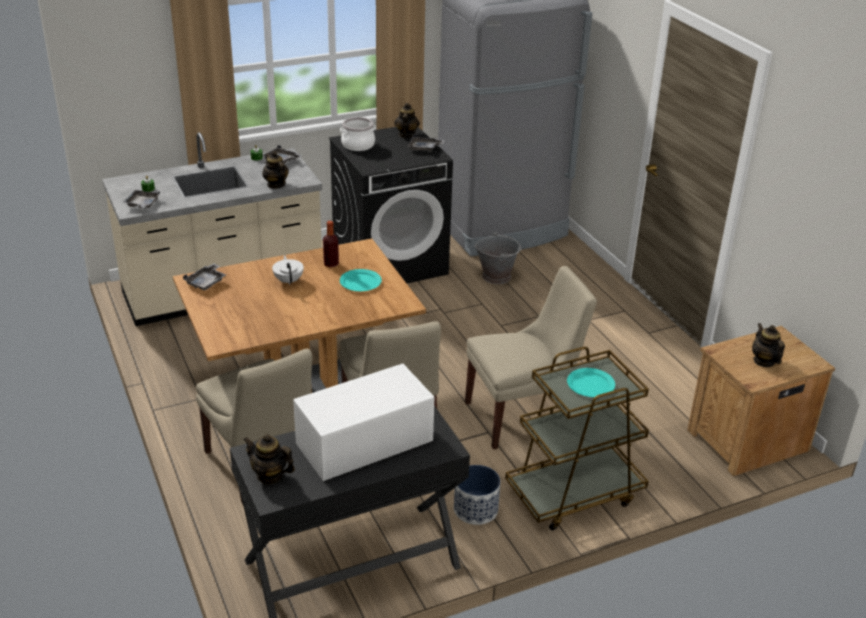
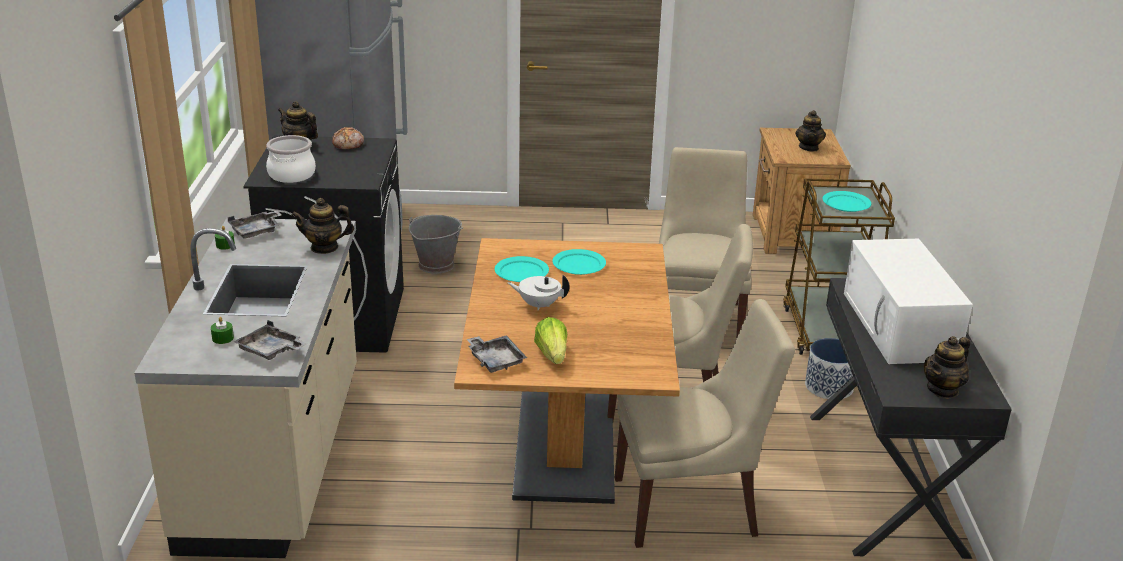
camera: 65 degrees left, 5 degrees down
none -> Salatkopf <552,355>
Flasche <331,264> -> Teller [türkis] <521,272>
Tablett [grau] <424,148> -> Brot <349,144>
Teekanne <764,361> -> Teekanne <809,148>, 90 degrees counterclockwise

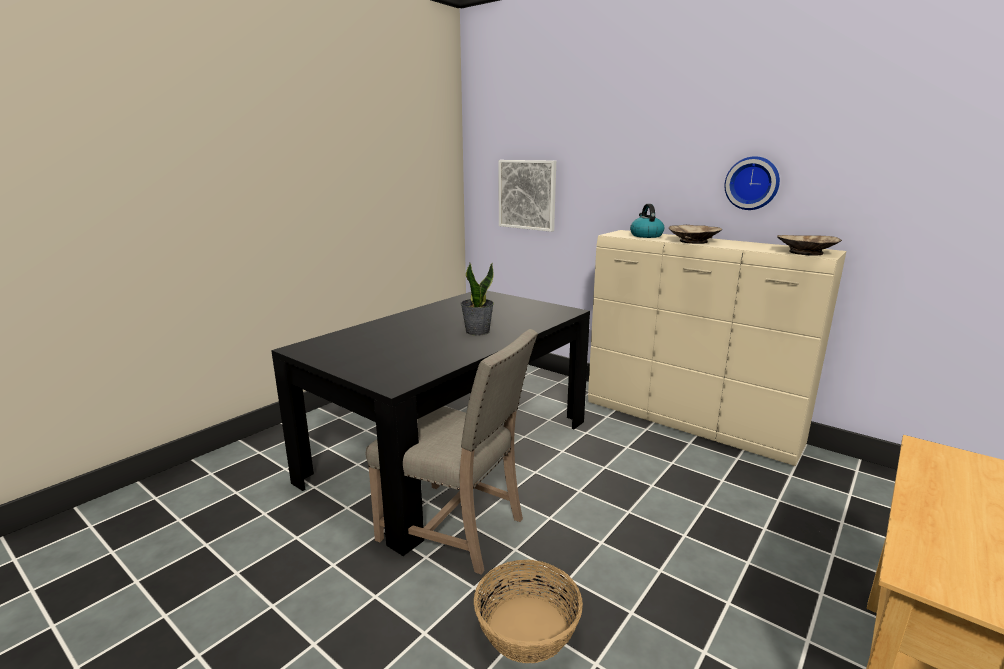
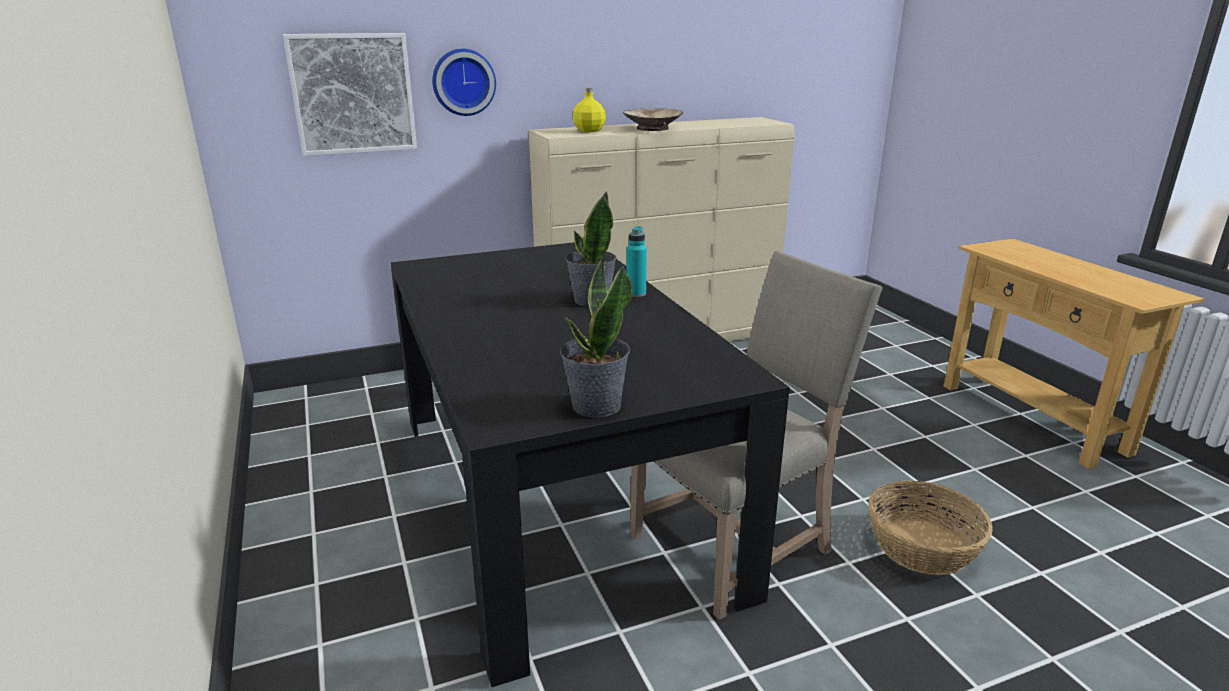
camera: 60 degrees left, 5 degrees up
Schüssel [beige] <806,252> -> none
none -> Topfpflanze <595,406>
none -> Flasche [türkis] <636,294>
Wanduhr <752,183> -> Wanduhr <463,82>, relocated
Wasserkessel <646,235> -> Flasche [gelb] <589,130>

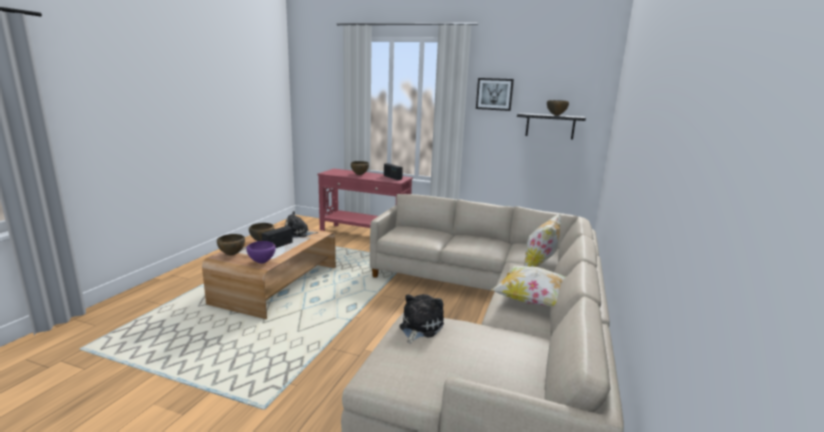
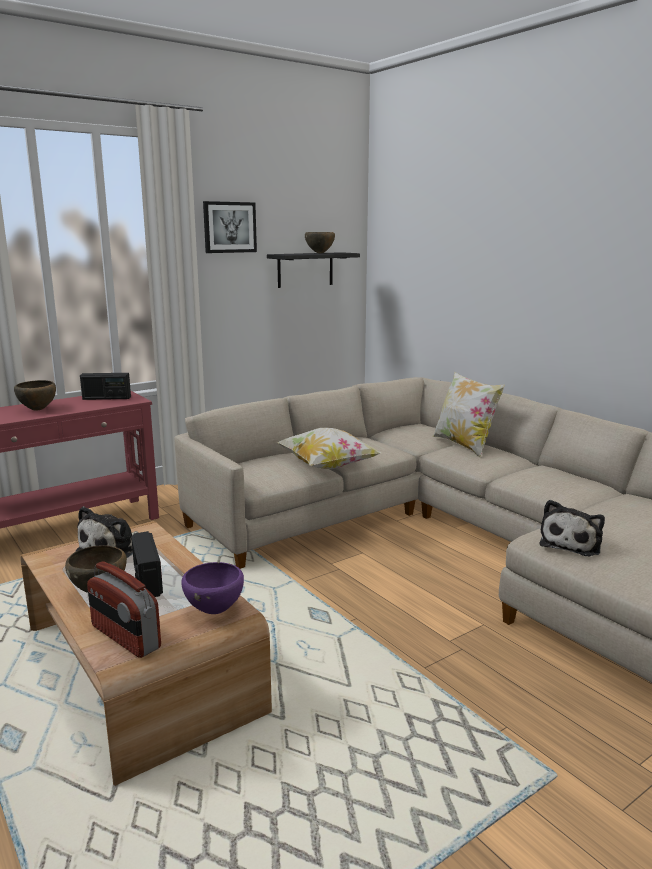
camera: 55 degrees left, 0 degrees up
Kissen <531,300> -> Kissen <327,467>, relocated
Schüssel [braun] <232,254> -> Radio <125,637>
Plüschtier <419,327> -> Plüschtier <571,543>, 120 degrees counterclockwise

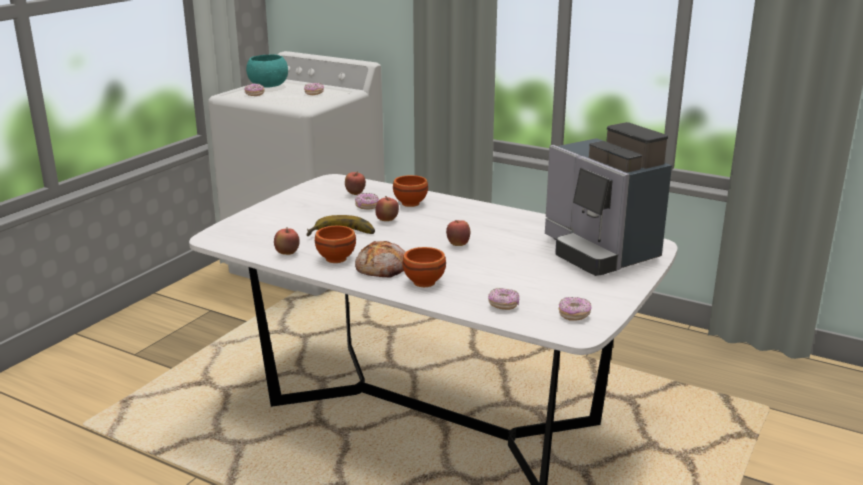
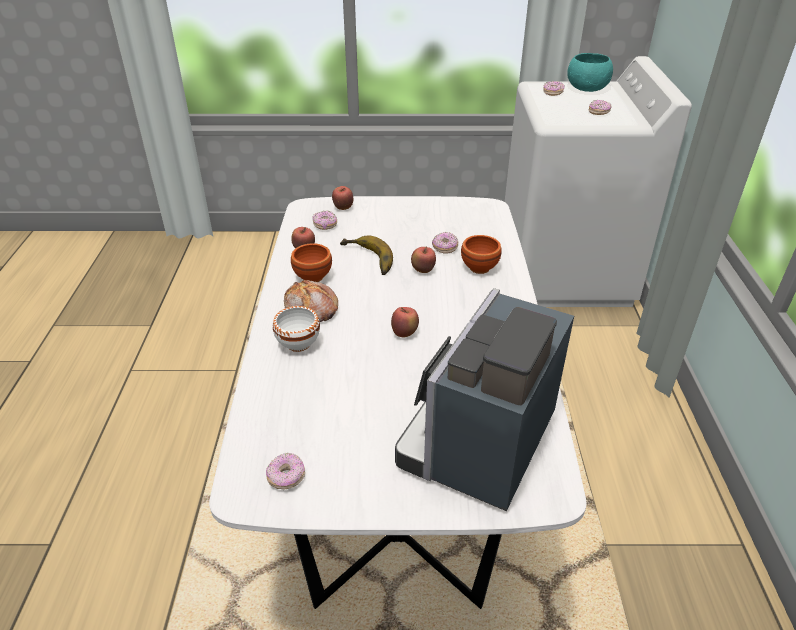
camera: 60 degrees right, 15 degrees up
Apfel <355,194> -> Apfel <343,208>, relocated
Donut <503,305> -> Donut <325,225>, relocated
Schüssel [braun] <425,282> -> Schüssel [weiß] <300,344>

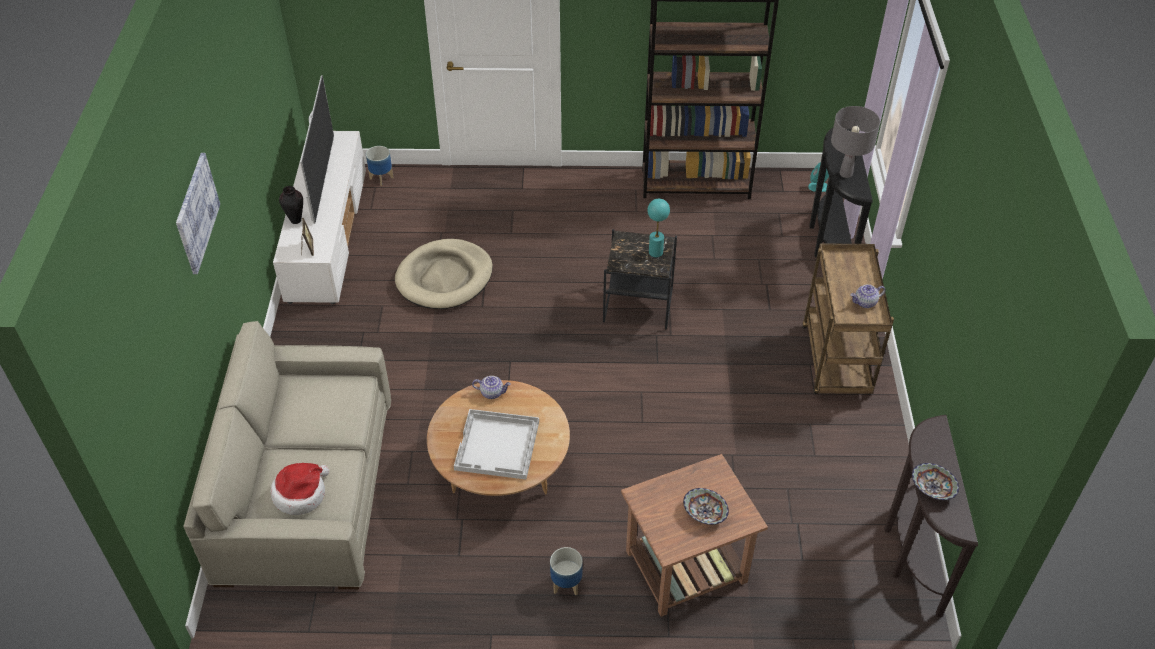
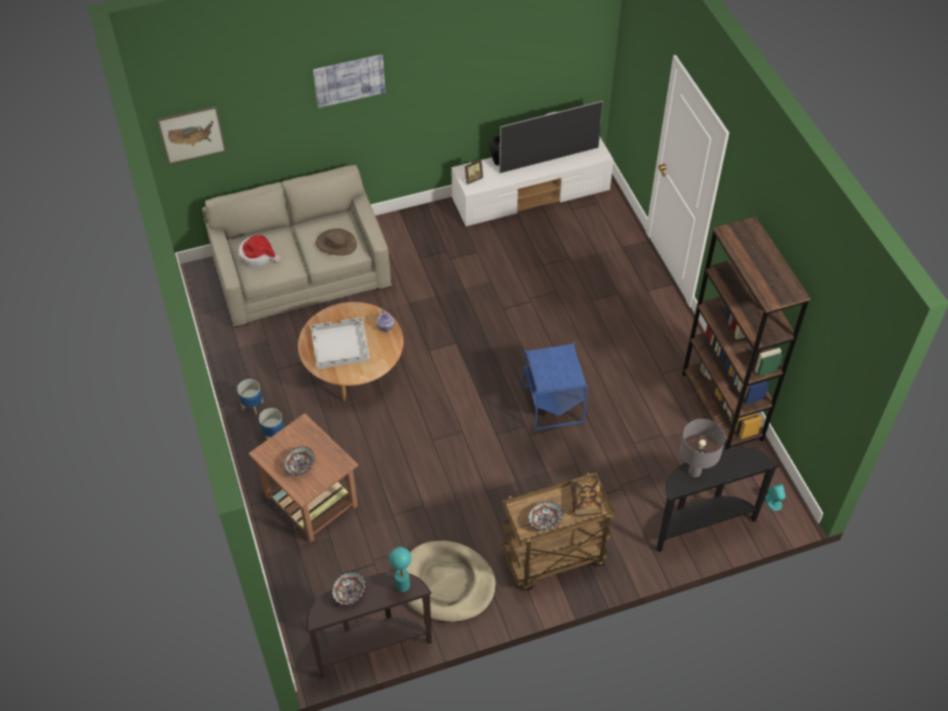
camera: 70 degrees right, 5 degrees up
none -> Bild <192,135>
none -> Hut [braun] <336,244>
none -> Buch <586,502>
Pflanzkübel <381,178> -> Pflanzkübel <252,406>, relocated
Hundebett [beige] <445,278> -> Hundebett [beige] <447,584>, relocated
Tischlampe [türkis] <655,252> -> Tischlampe [türkis] <402,585>, relocated
Teekanne <865,303> -> Schüssel <545,521>
Beistelltisch [schwarz] <638,305> -> Beistelltisch [blau] <552,405>

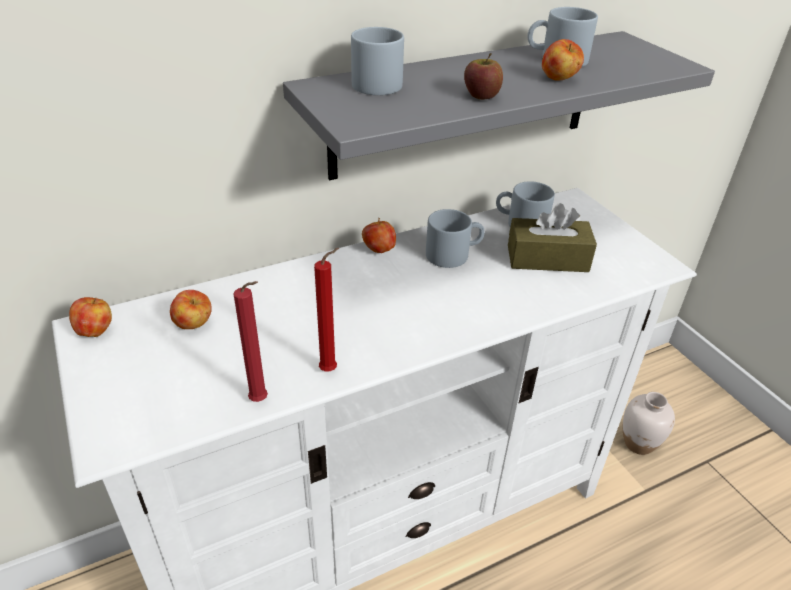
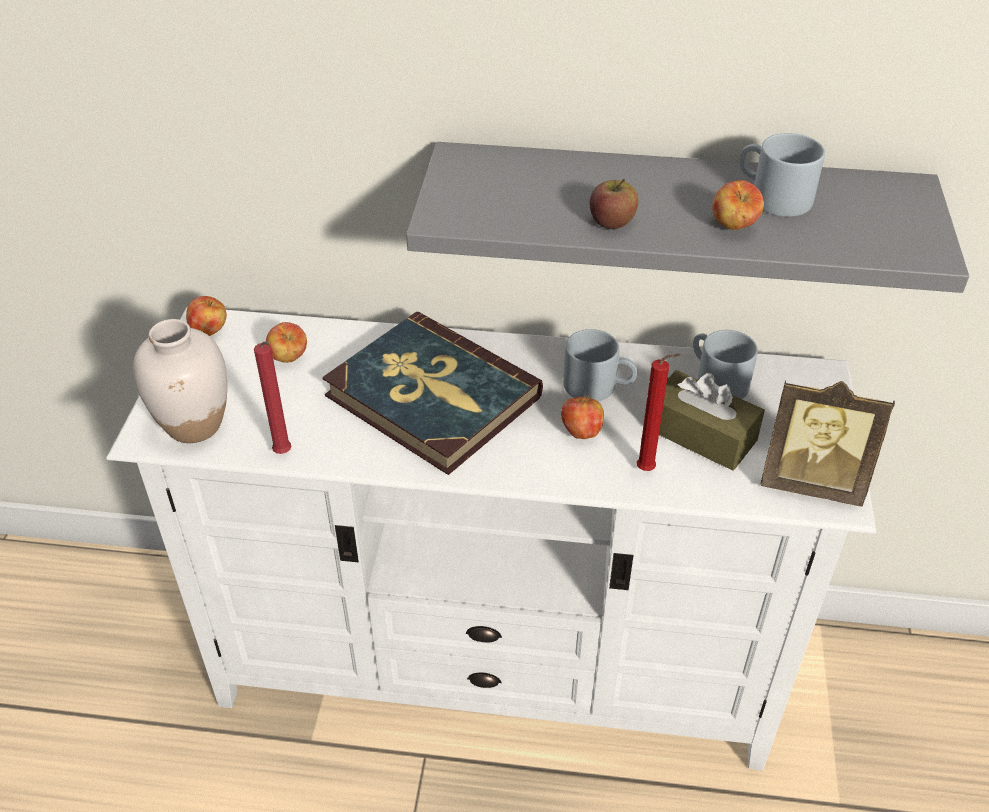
camera: 35 degrees right, 5 degrees up
Henkelbecher [grau] <372,82> -> none
none -> Buch <432,397>
none -> Bilderrahmen <811,483>
Kerze [rot] <331,370> -> Kerze [rot] <648,470>, relocated
Apfel <379,250> -> Apfel <581,432>, relocated
Vase [weiß] <638,443> -> Vase [weiß] <195,425>, relocated

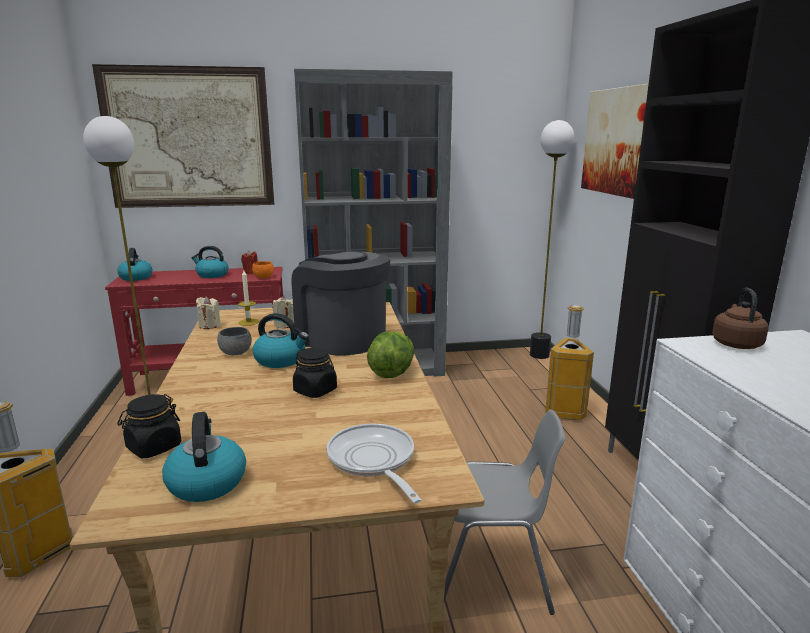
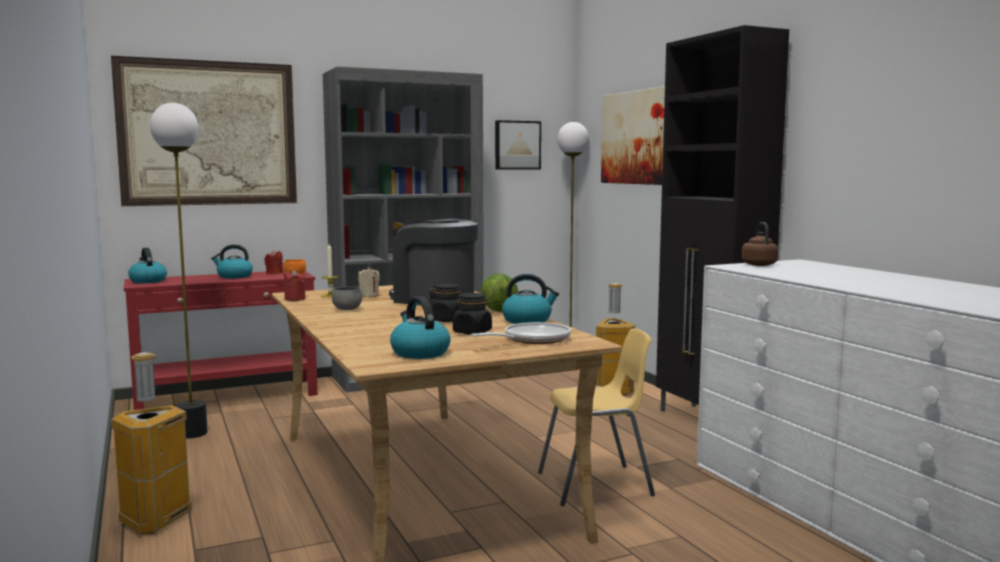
camera: 15 degrees left, 10 degrees down
none -> Bild <517,145>
Vorratsglas [schwarz] <154,447> -> Vorratsglas [schwarz] <472,332>, relocated
Wasserkessel <281,360> -> Wasserkessel <527,320>, relocated
Kerze [beige] <209,325> -> Kerze [rot] <295,299>
Stuhl [grau] <491,577> -> Stuhl [gelb] <596,484>
Pfanne <373,461> -> Pfanne <532,340>, 90 degrees clockwise

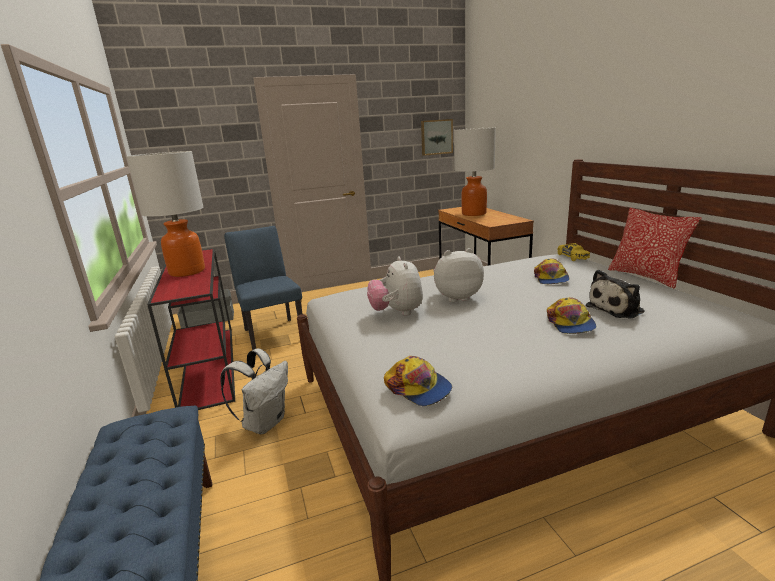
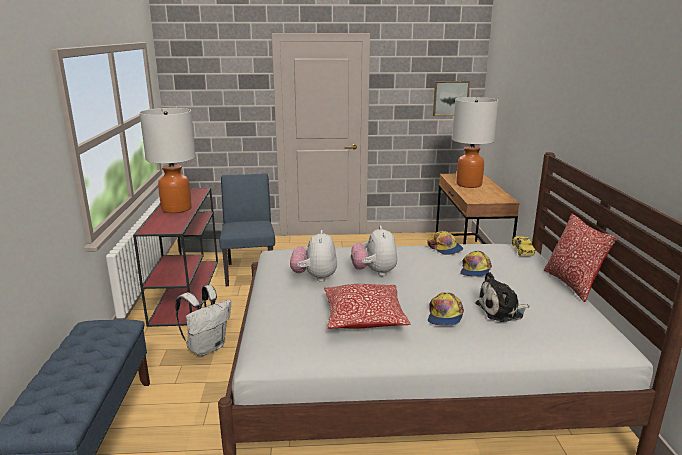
camera: 15 degrees right, 0 degrees up
none -> Kissen <364,318>
Kappe <418,388> -> Kappe <445,248>, relocated
Plüschtier <456,297> -> Plüschtier <374,272>, 105 degrees counterclockwise

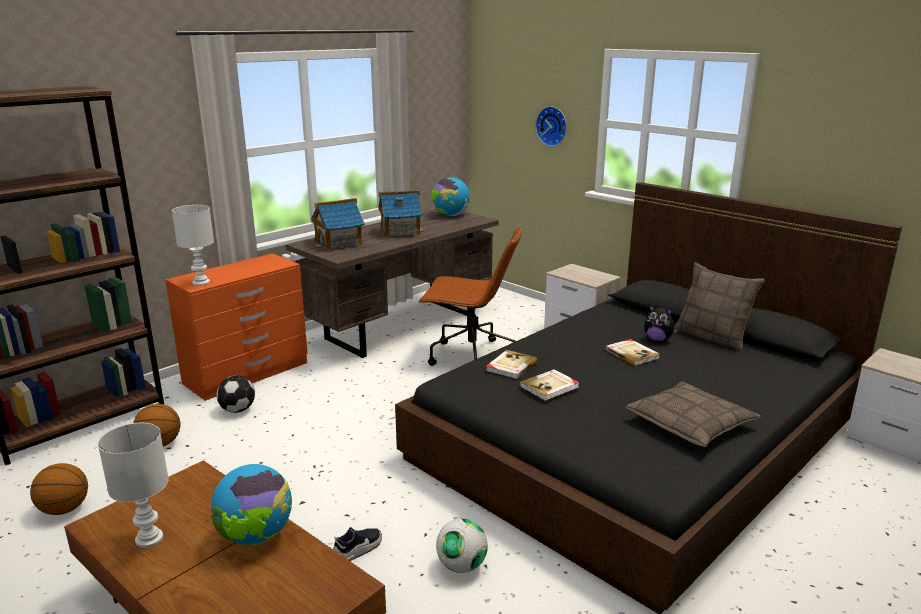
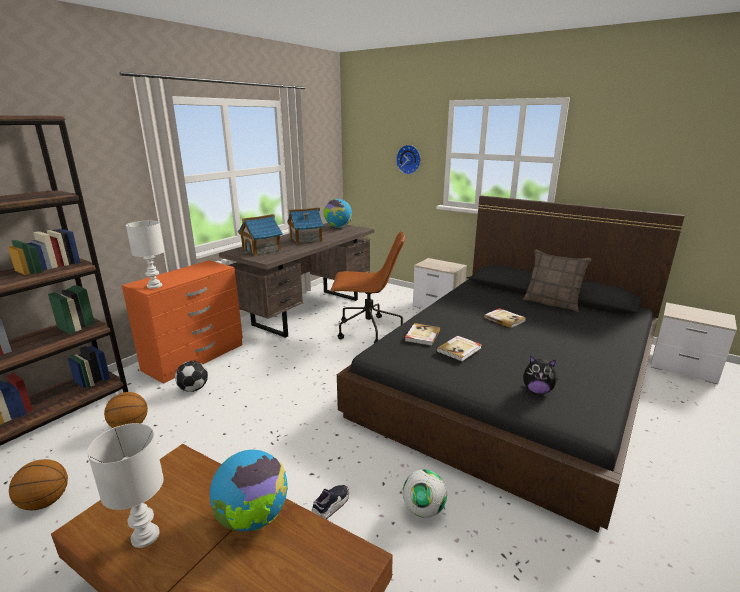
camera: 10 degrees left, 0 degrees up
Kissen <690,424> -> none
Plüschtier <658,339> -> Plüschtier <537,390>, relocated

